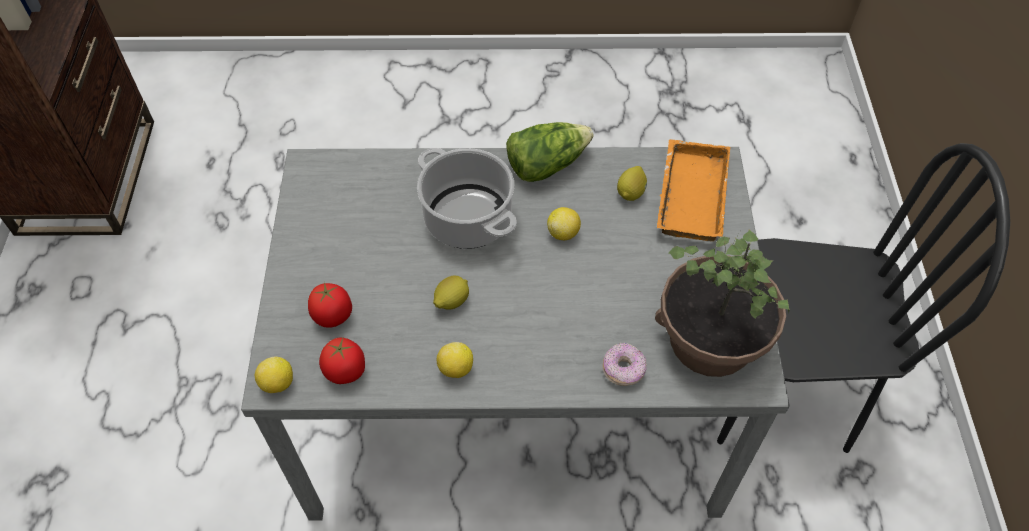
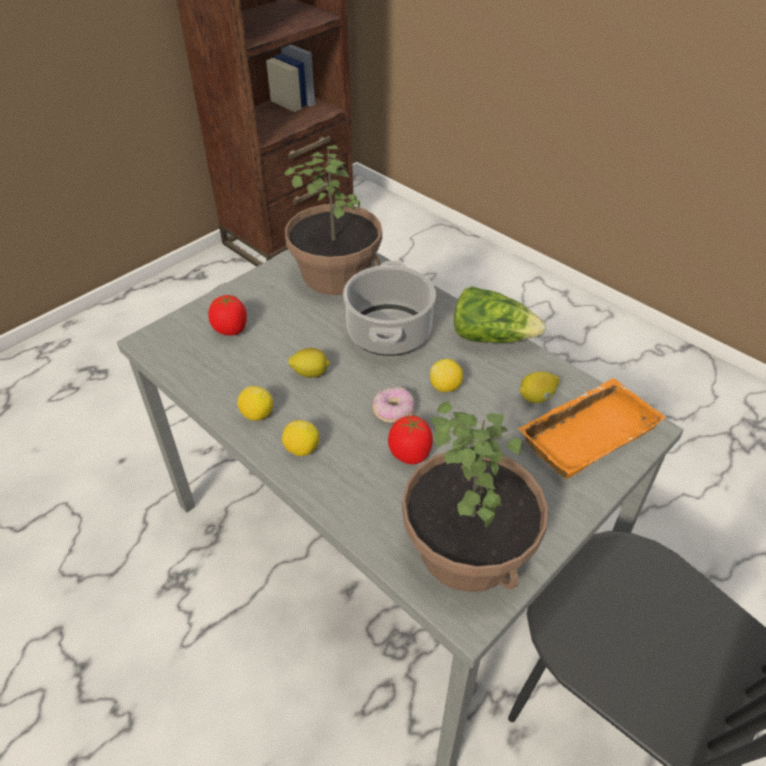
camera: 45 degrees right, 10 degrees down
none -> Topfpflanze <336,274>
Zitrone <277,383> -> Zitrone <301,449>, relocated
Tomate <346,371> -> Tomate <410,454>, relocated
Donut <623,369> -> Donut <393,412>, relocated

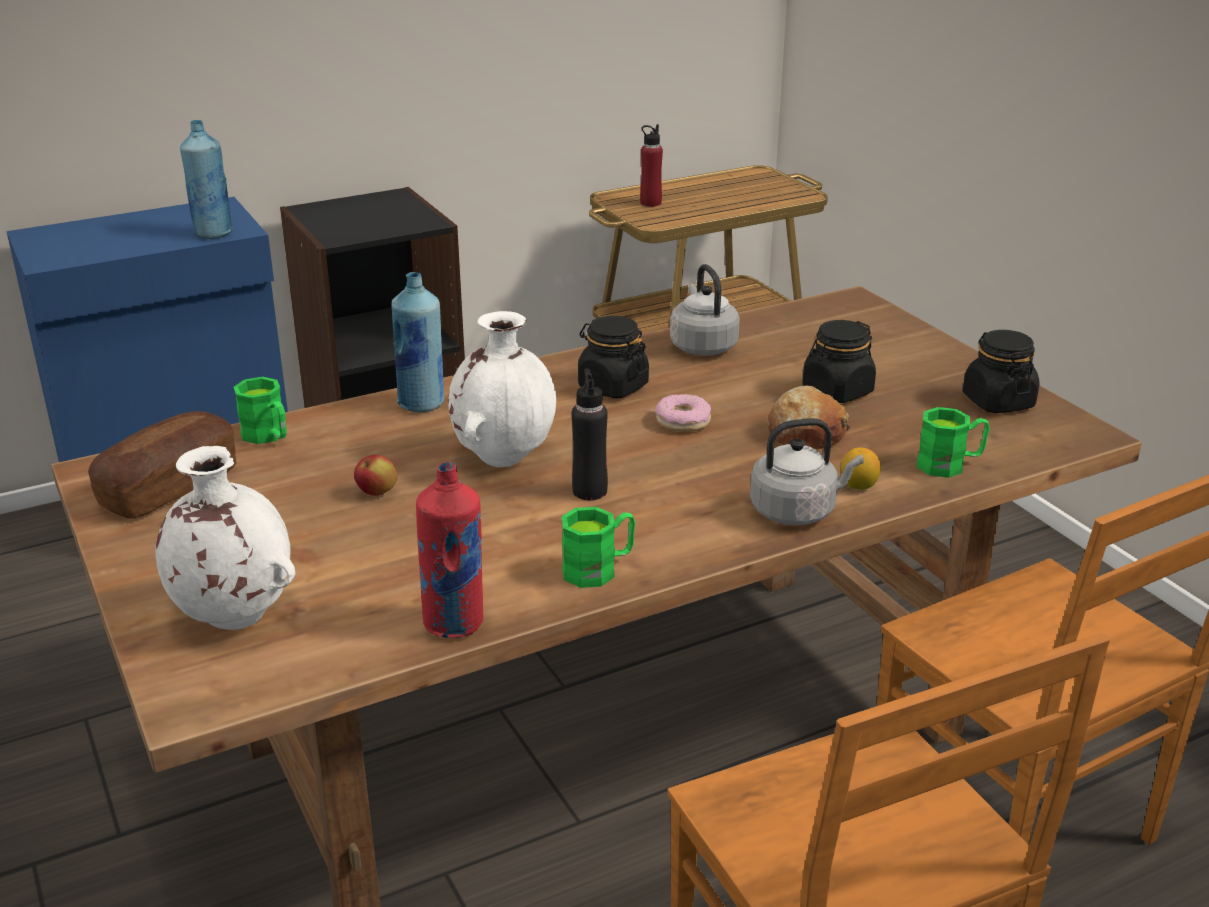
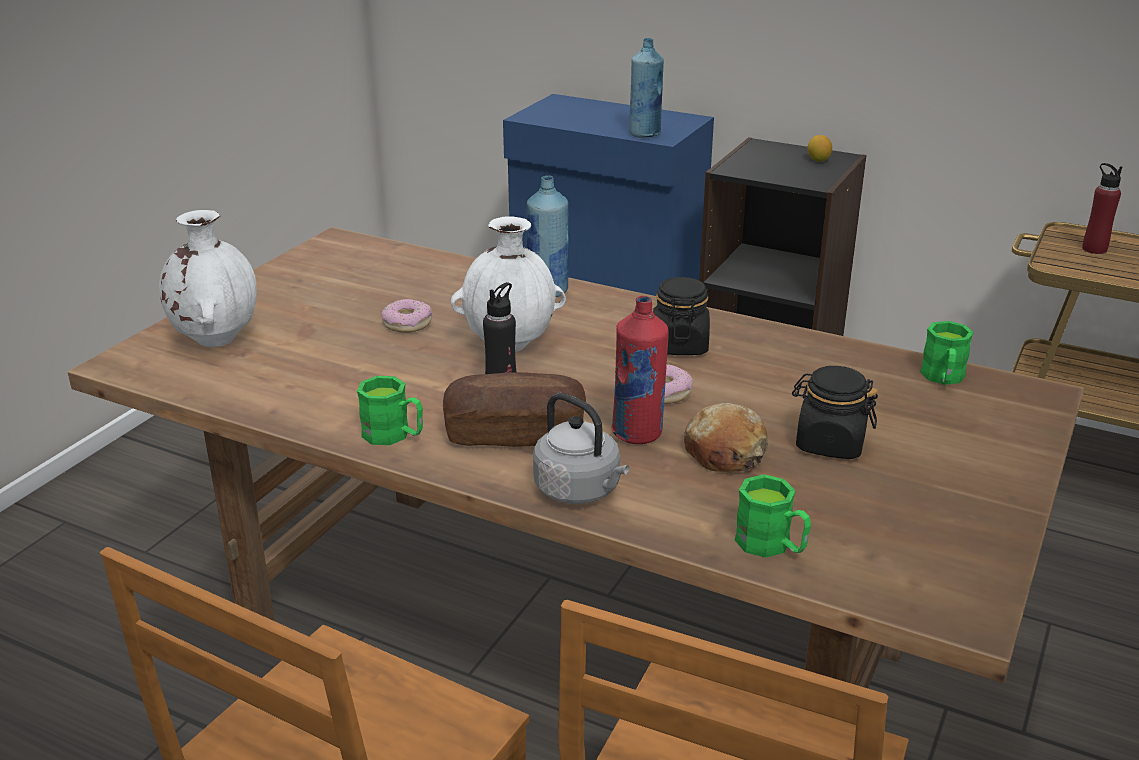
camera: 55 degrees right, 0 degrees up
Wasserkessel [grau] <702,346> -> none
Vorratsglas [schwarz] <997,402> -> none
Brot <169,487> -> Brot <515,434>, relocated
Henkelbecher [grün] <268,436> -> Henkelbecher [grün] <943,378>, relocated
Flasche [rot] <454,623> -> Flasche [rot] <637,433>, relocated
Zitrone <858,486> -> Zitrone <818,160>, relocated
Apfel <377,493> -> Donut <407,323>

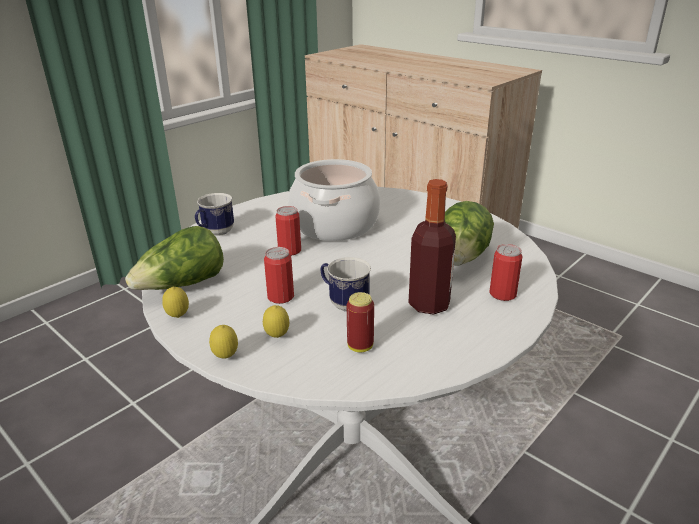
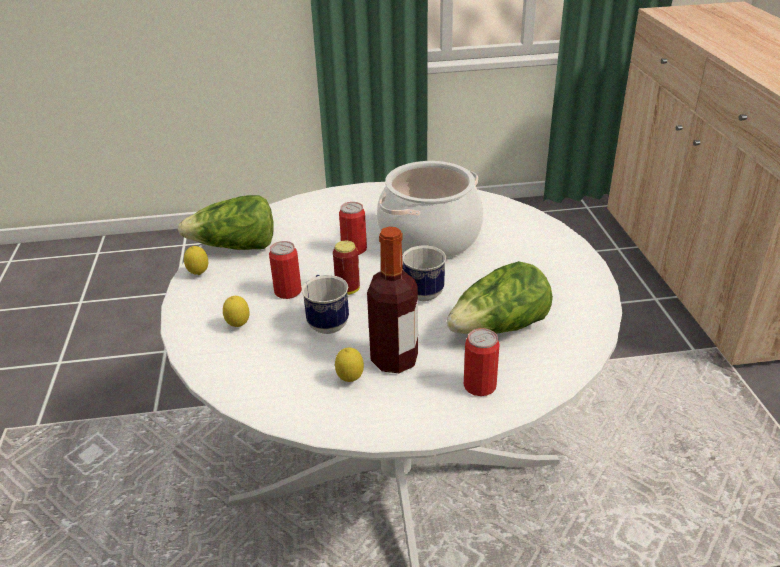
camera: 40 degrees right, 5 degrees up
Henkelbecher <215,233> -> Henkelbecher <417,295>, relocated
Zitrone <226,357> -> Zitrone <350,380>, relocated
Dose <360,346> -> Dose <348,290>, relocated

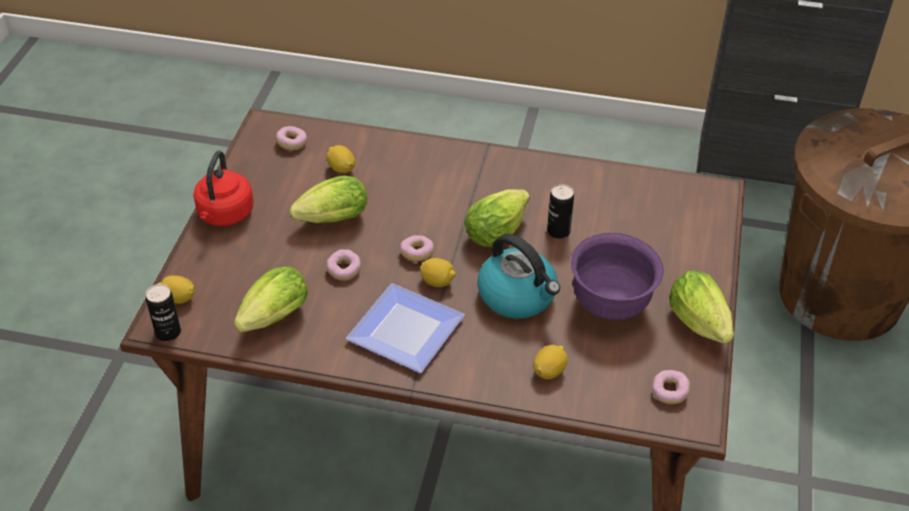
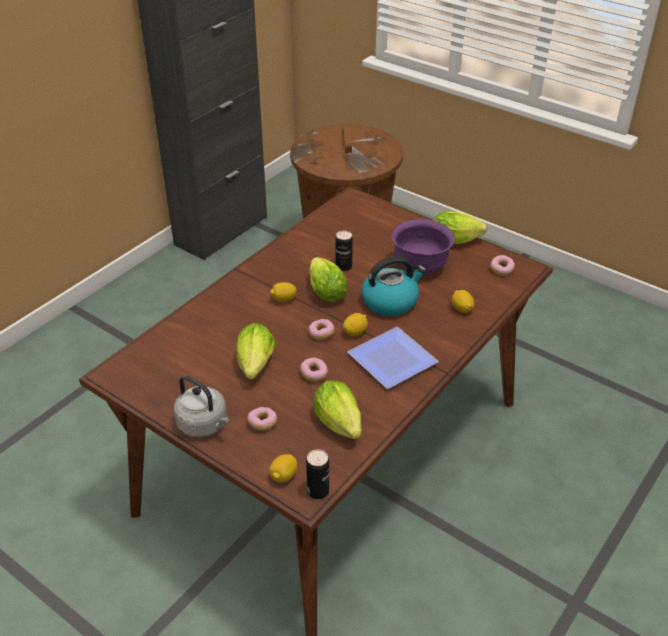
camera: 65 degrees left, 5 degrees down
Donut <292,143> -> Donut <262,423>, relocated
Zitrone <341,168> -> Zitrone <283,299>, relocated
Wasserkessel [rot] <224,215> -> Wasserkessel [grau] <204,425>

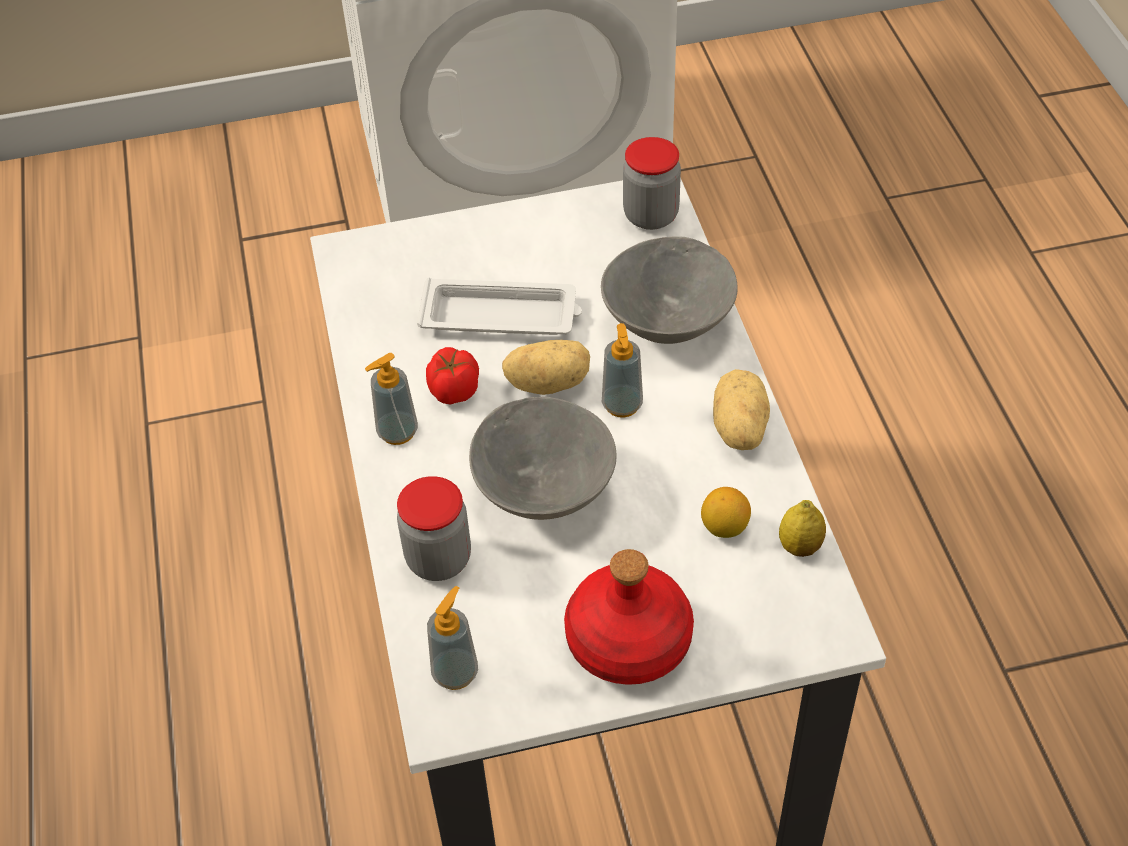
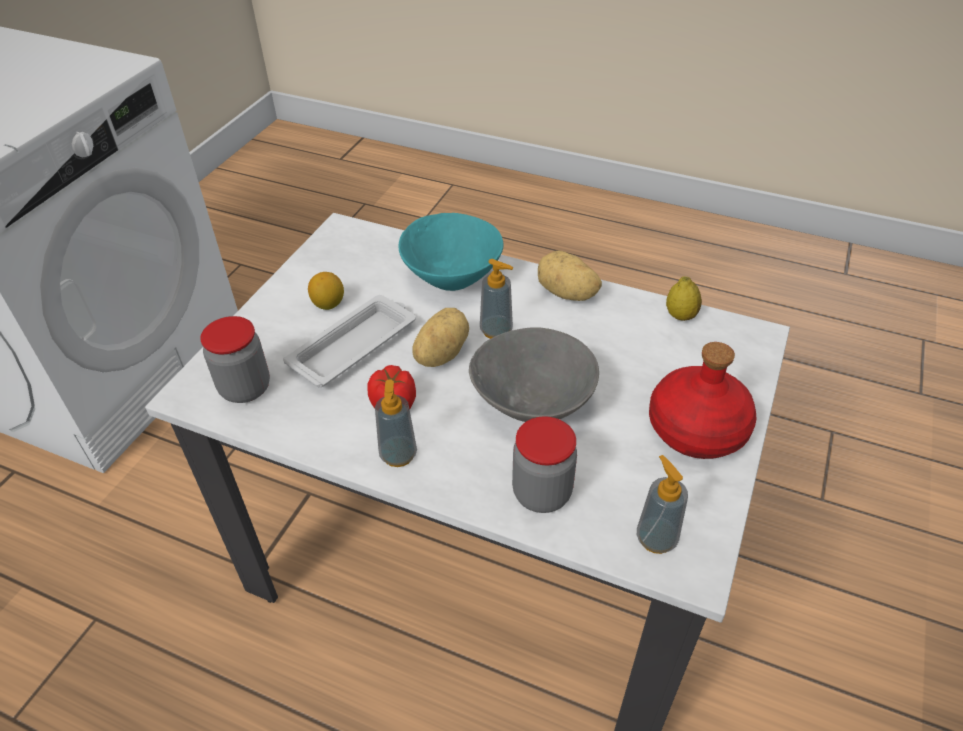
camera: 55 degrees left, 5 degrees down
Vorratsglas <651,215> -> Vorratsglas <245,388>, relocated
Zitrone <724,527> -> Zitrone <328,304>, relocated
Schüssel [grau] <669,323> -> Schüssel [türkis] <452,277>

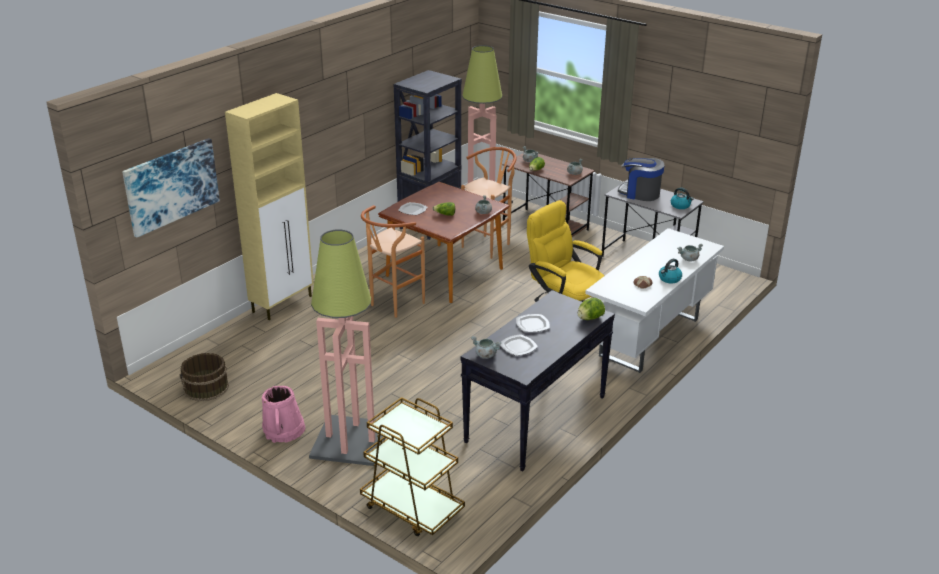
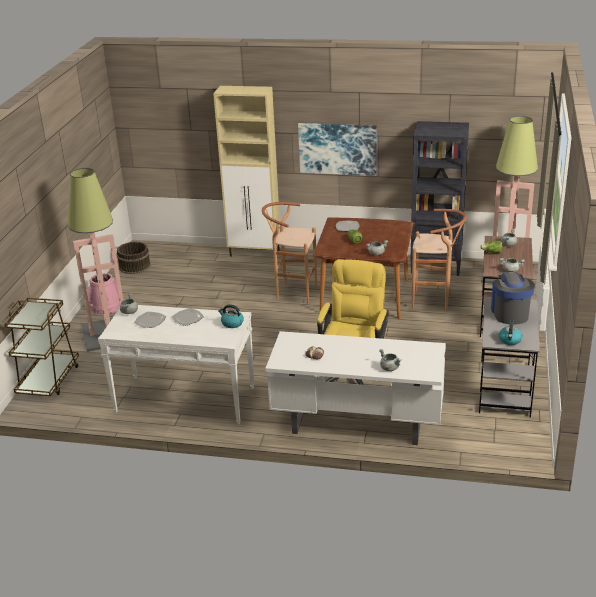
camera: 65 degrees right, 0 degrees up
Salatkopf <590,318> -> none
Bild <171,186> -> Bild <337,148>, relocated
Wasserkessel <669,279> -> Wasserkessel <232,323>, relocated
Konsolentisch [schwarz] <536,419> -> Konsolentisch [weiß] <184,400>

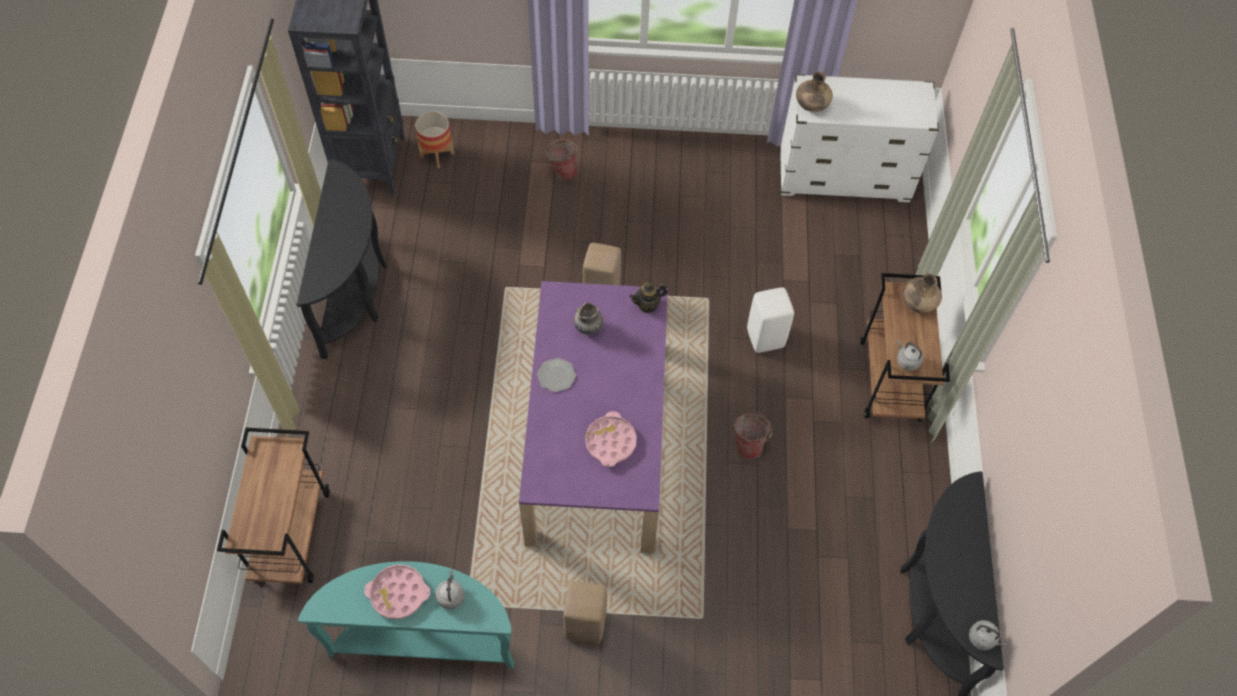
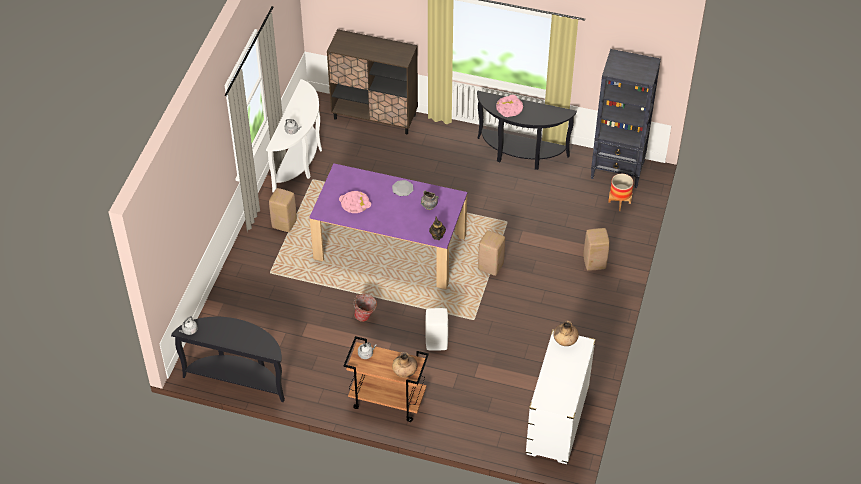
camera: 105 degrees right, 10 degrees down
Tablett [rosa] <398,593> -> Tablett [rosa] <509,108>, relocated
Rollwagen [braun] <291,533> -> Schrank [braun] <375,117>
Eimer <562,171> -> Hocker [beige] <594,263>
Konsolentisch [türkis] <424,638> -> Konsolentisch [weiß] <301,161>

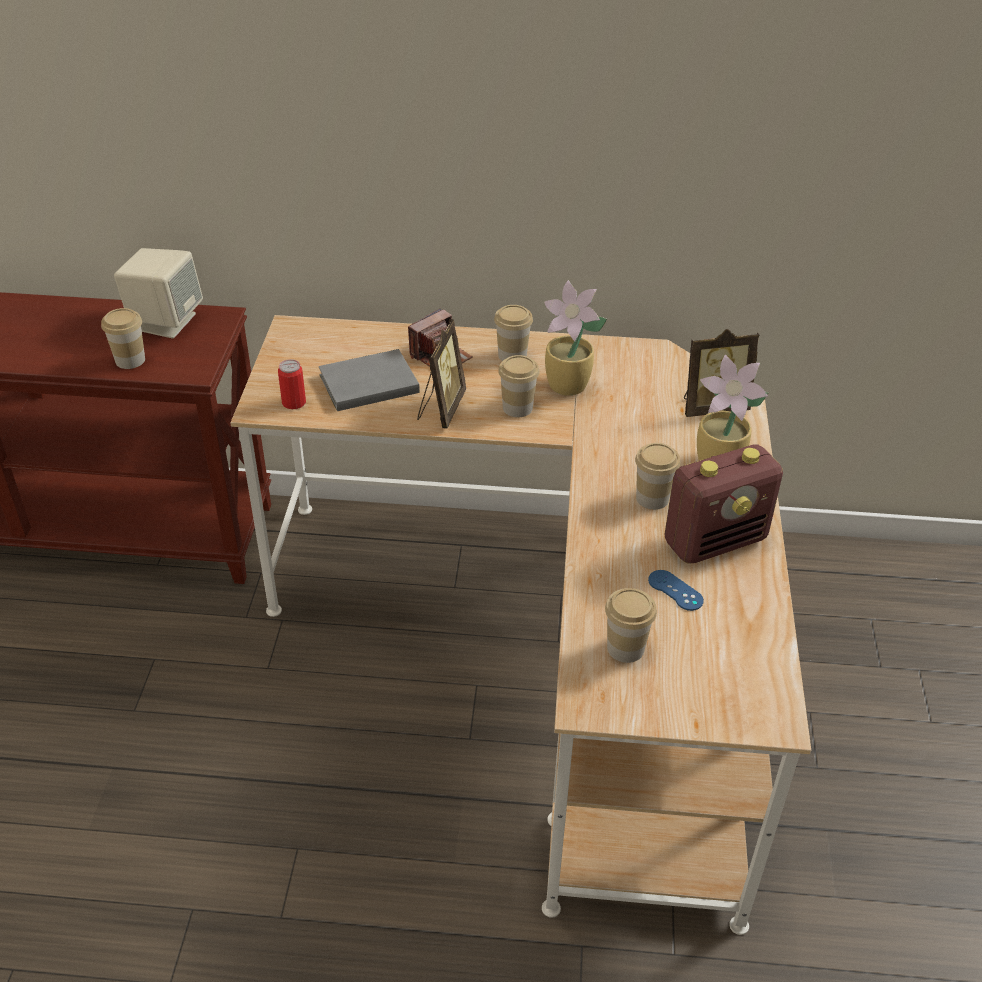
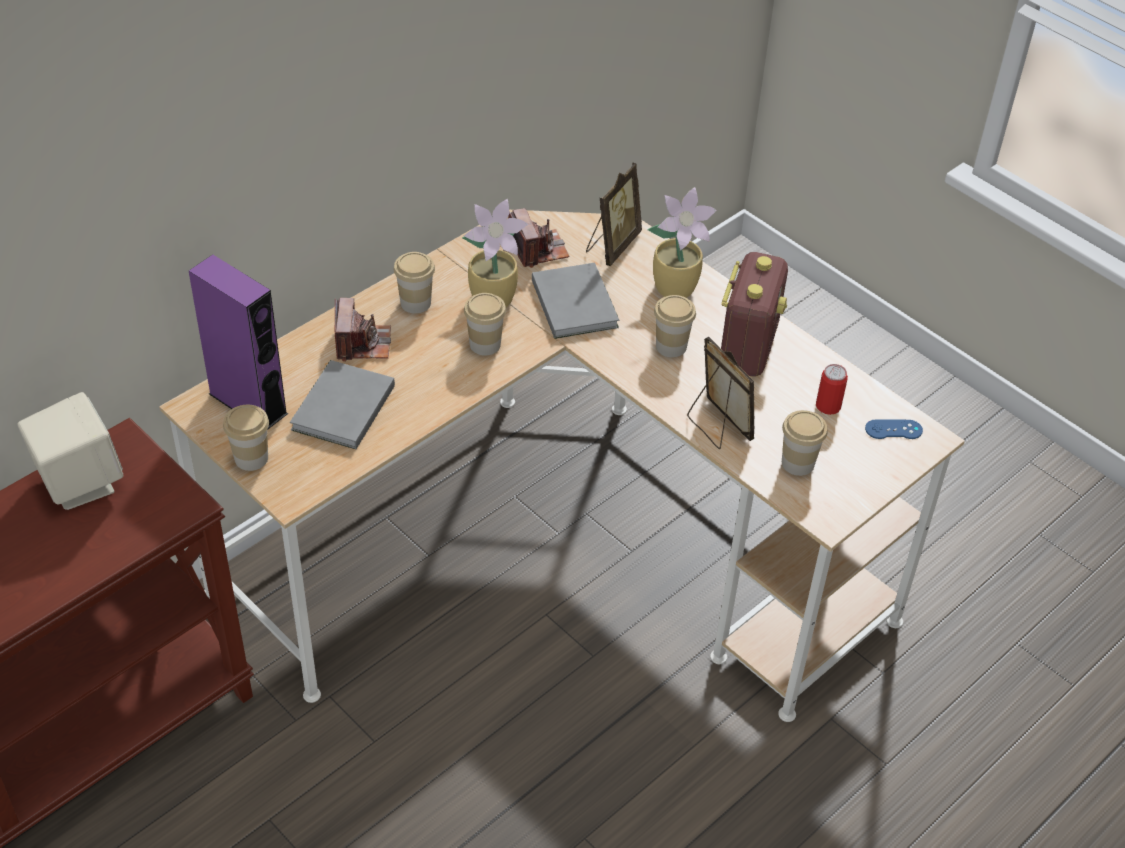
camera: 50 degrees left, 5 degrees up
none -> Lautsprecher [lila] <248,403>
none -> Kamera <538,249>
none -> Buch [grau] <575,302>
Tasse <130,360> -> Tasse <251,458>, relocated
Dose <294,402> -> Dose <828,406>, relocated
Bilderrahmen <441,409> -> Bilderrahmen <717,426>, relocated
Gamepad [blau] <675,590> -> Gamepad [blau] <893,429>, relocated

